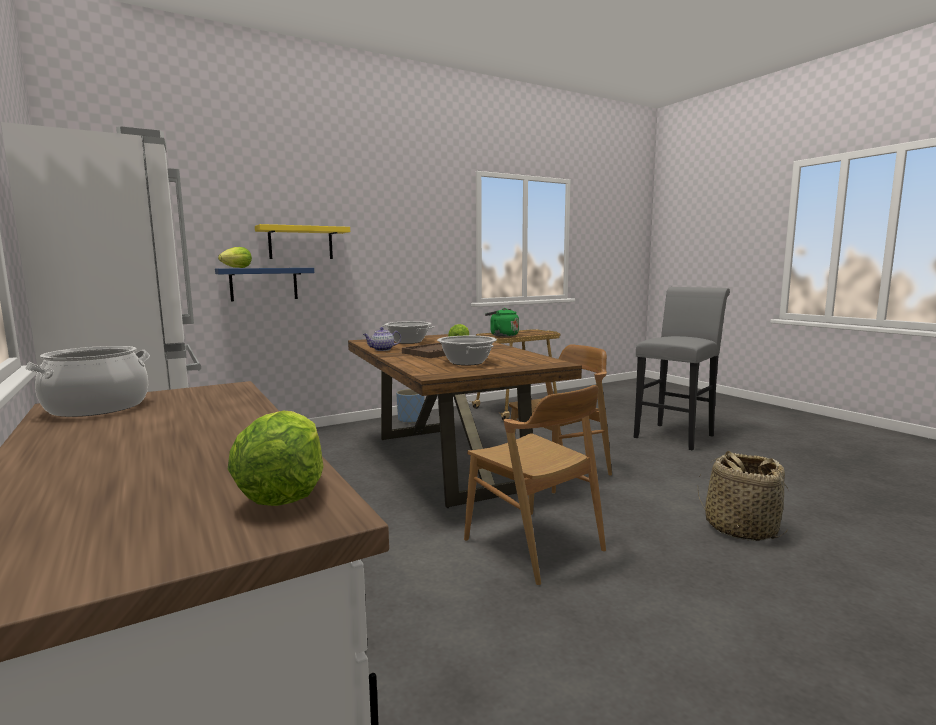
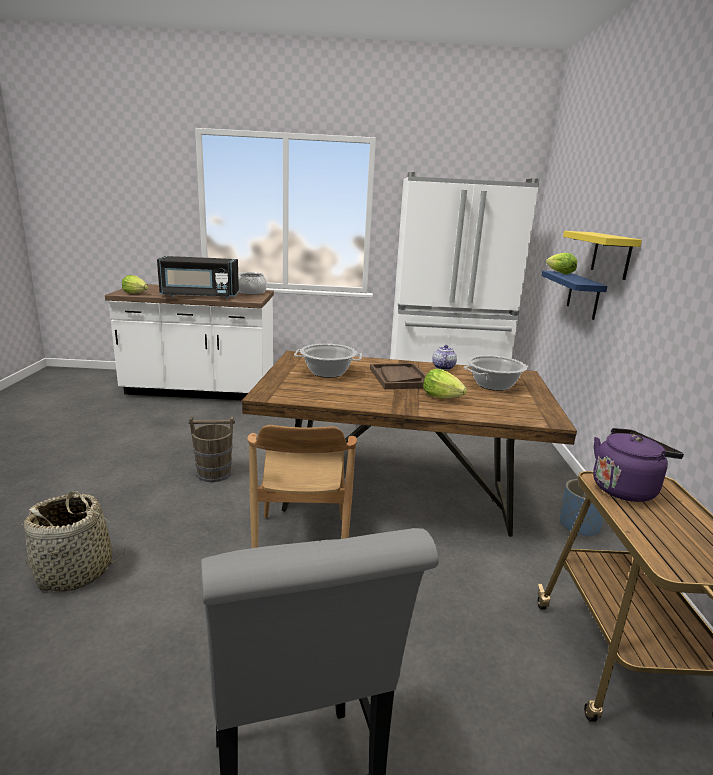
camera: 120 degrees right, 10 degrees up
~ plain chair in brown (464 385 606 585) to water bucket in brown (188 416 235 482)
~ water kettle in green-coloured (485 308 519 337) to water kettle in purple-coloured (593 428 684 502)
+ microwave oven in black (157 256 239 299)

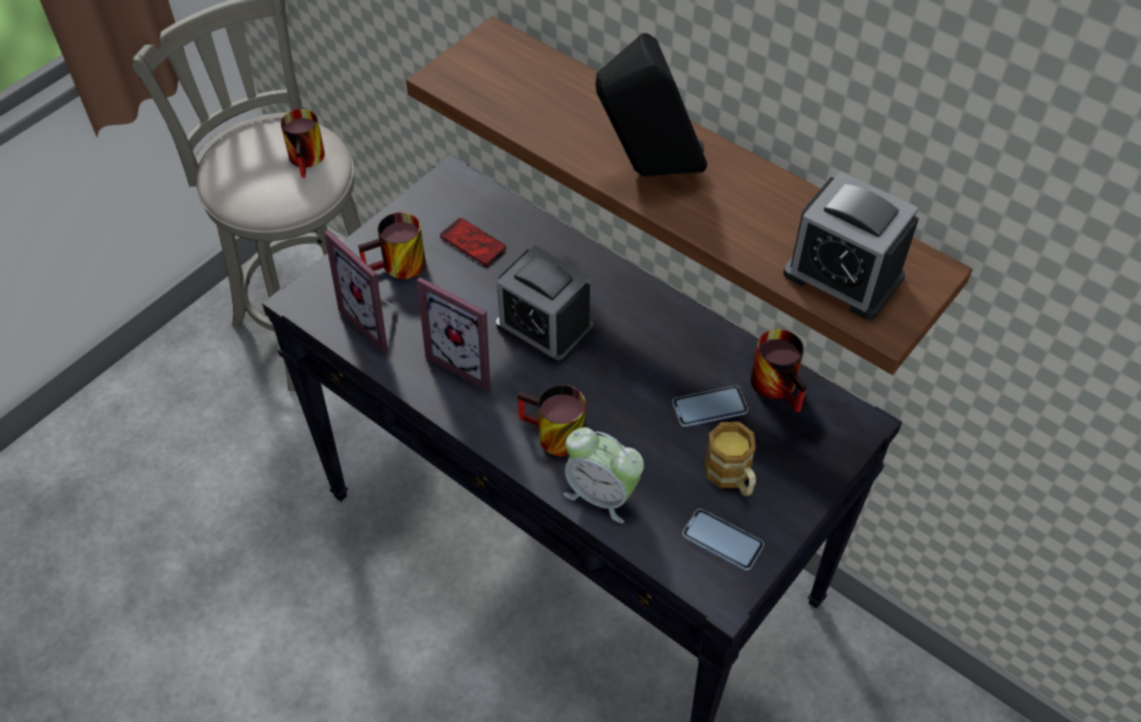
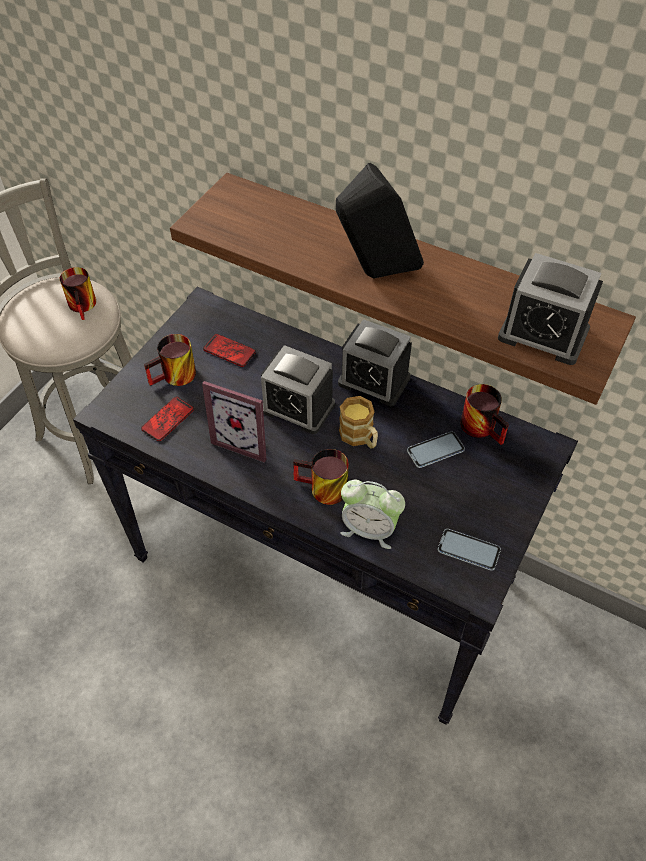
camera: 10 degrees left, 0 degrees up
~ standing frame (324 230 397 353) to handset (141 396 194 441)
~ tea mug (704 422 756 496) to (339 396 378 449)
+ alarm clock (338 319 412 406)

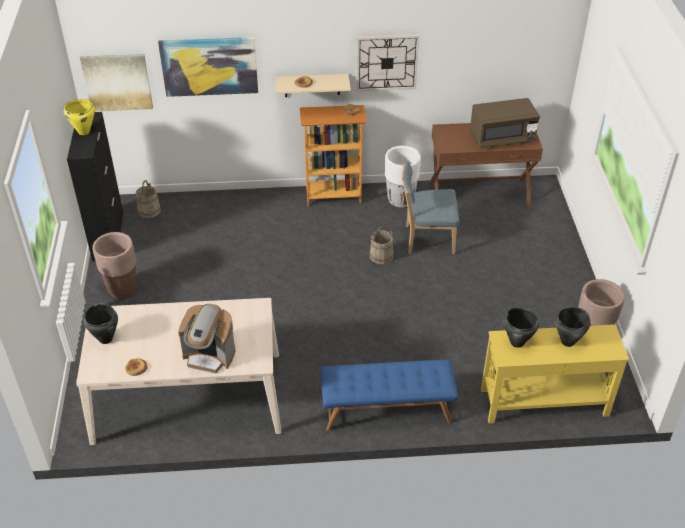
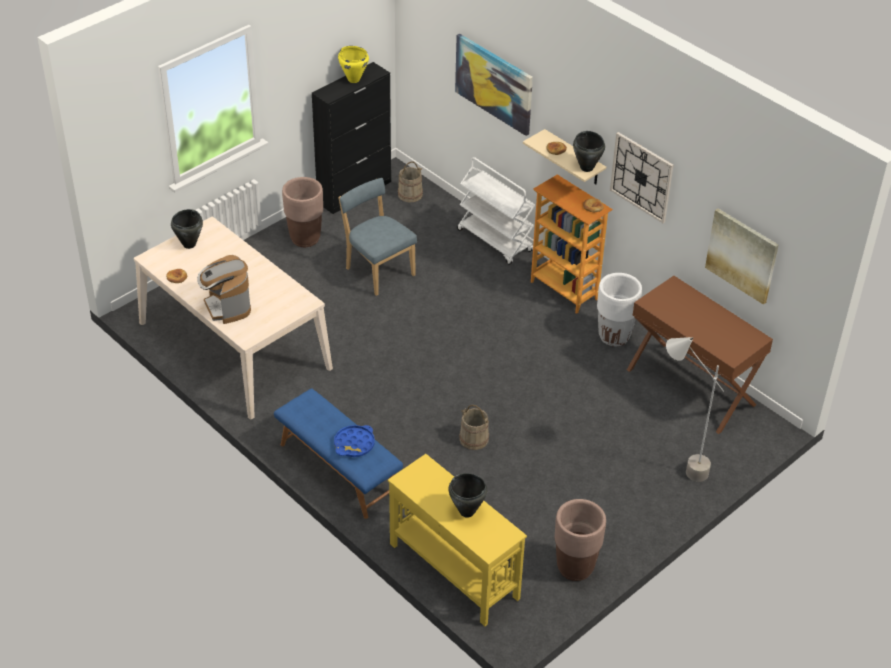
camera: 50 degrees right, 0 degrees up
~ picture (80 54 153 111) to (705 208 779 305)
~ water bucket in sand-coloured (370 226 394 264) to (459 405 489 450)
~ plain chair in blue-coloured (402 162 459 254) to (339 178 417 296)
- microwave oven in brown (470 98 540 148)
~ cooking pot in black (504 308 539 348) to (573 131 605 172)
+ serving tray in blue-coloured (334 425 375 457)
+ cart in white-coloured (457 157 535 265)
+ standard lamp in gray (666 337 724 482)

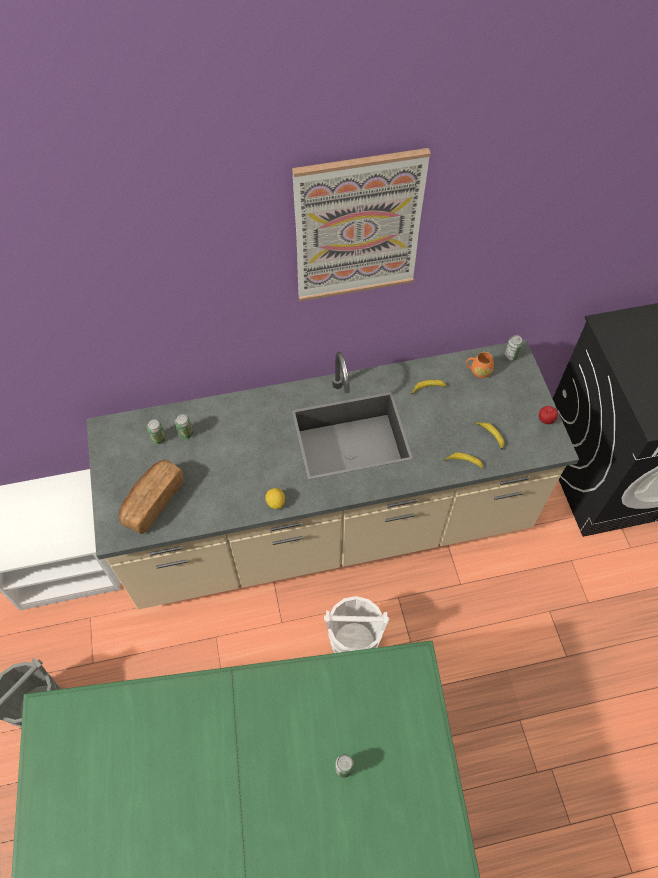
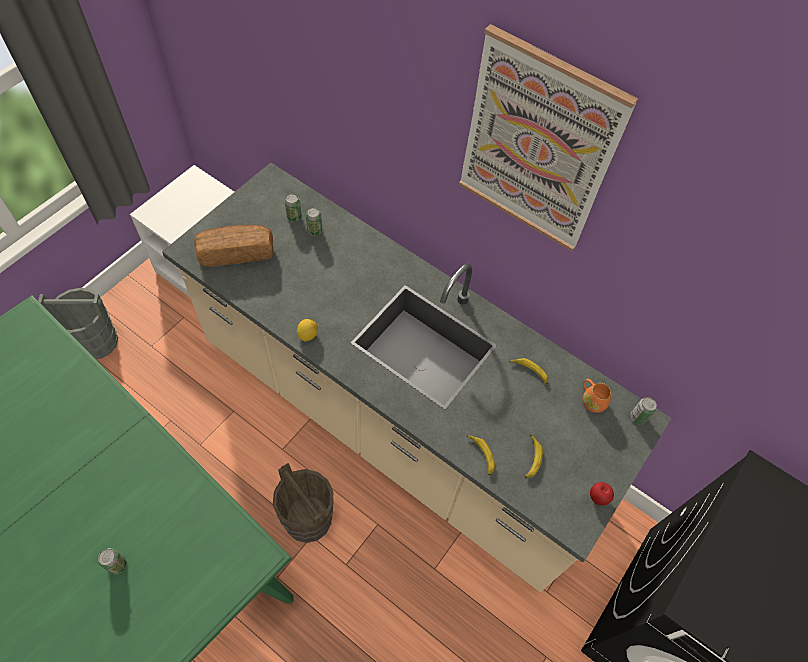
camera: 45 degrees right, 0 degrees up
~ water bucket in white-coloured (324 596 389 653) to water bucket in brown (273 463 334 543)

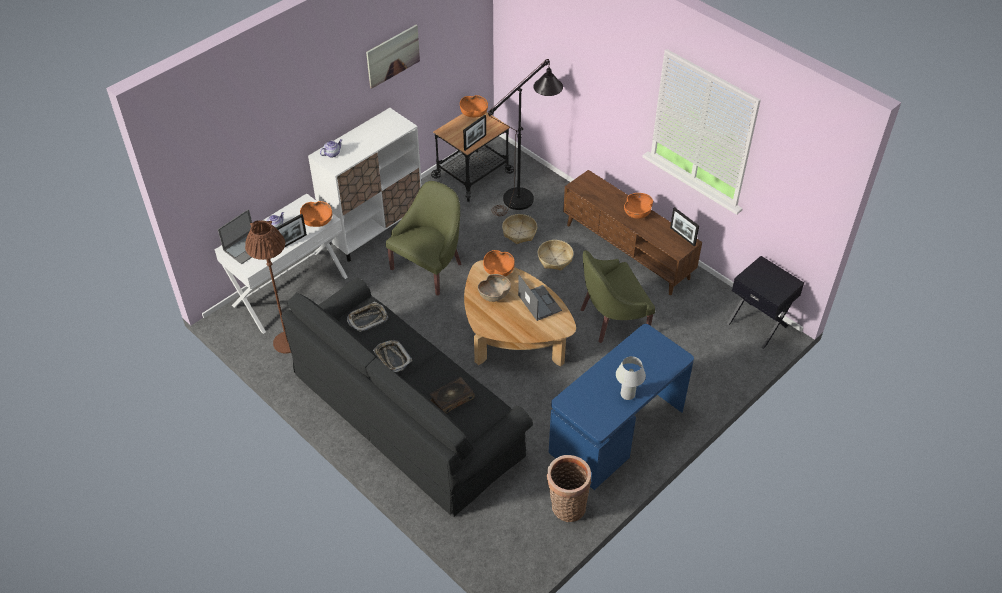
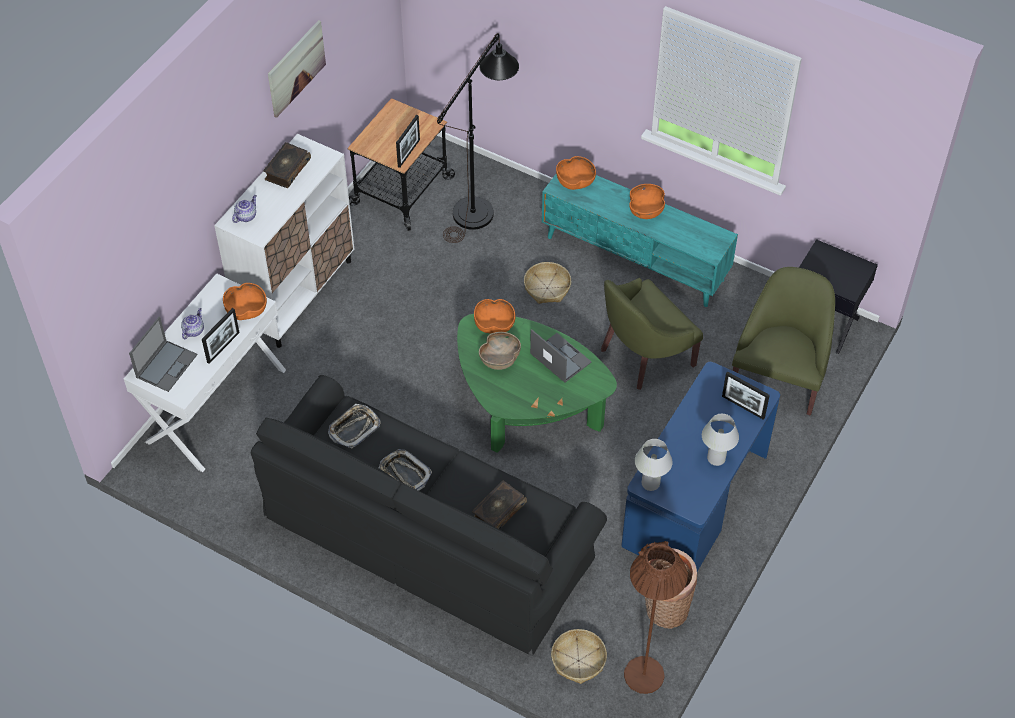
camera: 15 degrees left, 5 degrees up
~ standard lamp in brown (245 220 291 354) to (624 541 688 694)
~ easy chair in green-coloured (386 181 462 296) to (732 267 835 416)
~ bowl in orange (460 95 488 117) to (556 156 596 190)
~ low table in brown (464 260 576 367) to low table in green-coloured (457 314 617 453)
~ household basket (502 214 537 244) to (551 629 607 684)
~ tv stand in brown (563 170 702 295) to tv stand in turquoise (542 174 738 307)
~ standing frame (670 207 699 246) to (722 372 770 420)
+ bound book (264 142 311 188)
+ tabletop lamp in white-coloured (635 439 673 491)

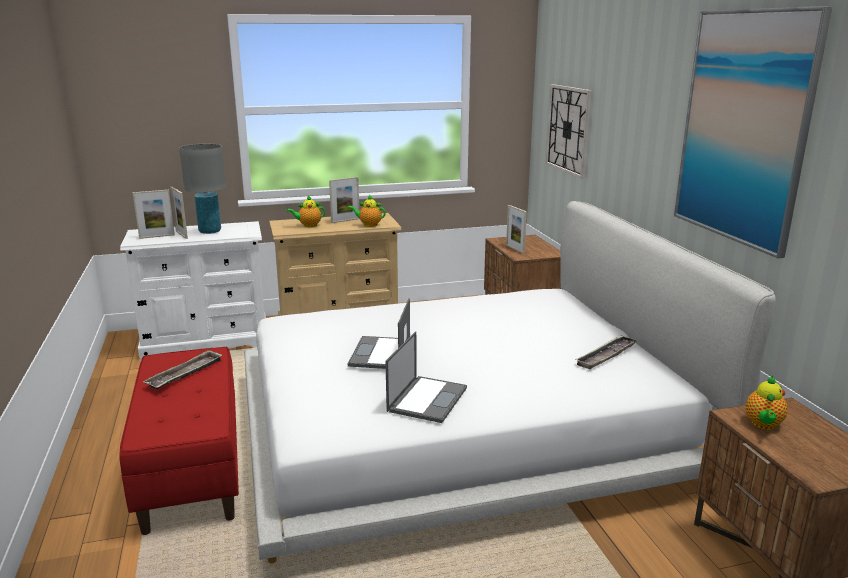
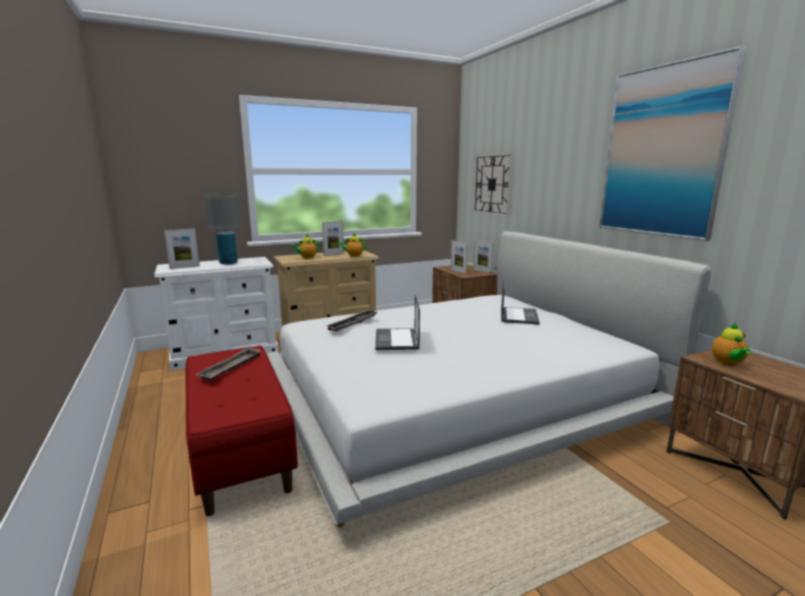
camera: 10 degrees left, 5 degrees down
~ standing frame (170 187 188 239) to (473 240 494 273)
~ laptop (385 331 467 423) to (501 278 540 325)
~ serving tray (575 335 638 369) to (326 310 377 332)

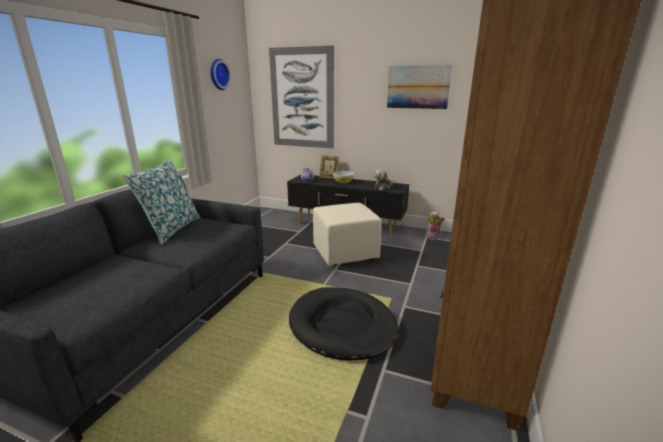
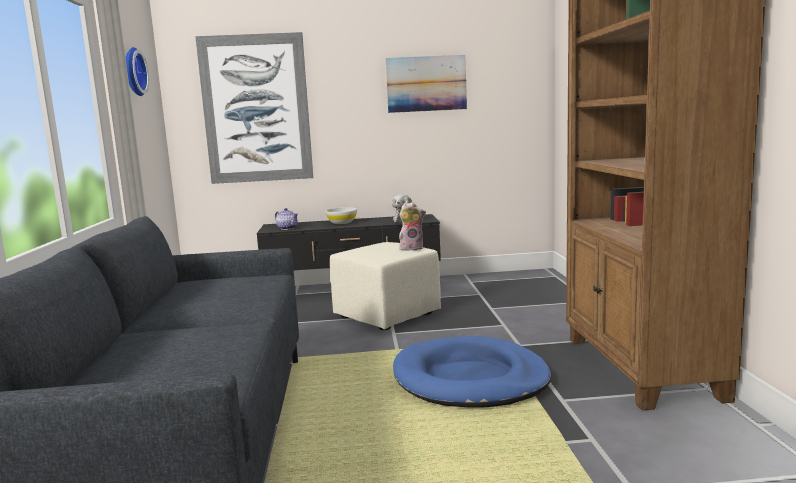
camera: 25 degrees left, 10 degrees down
- pillow (123 159 200 245)
~ pet bed in black (289 287 398 361) to pet bed in blue-coloured (393 336 551 408)
- standing frame (319 155 339 179)
~ soft toy (425 211 445 240) to (399 202 426 251)

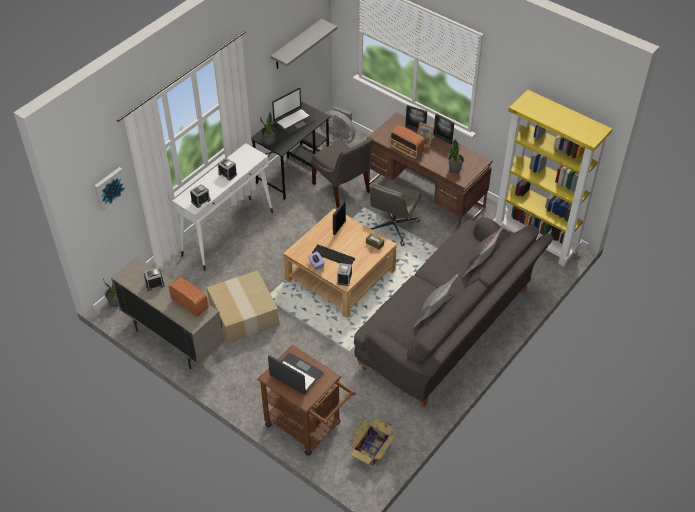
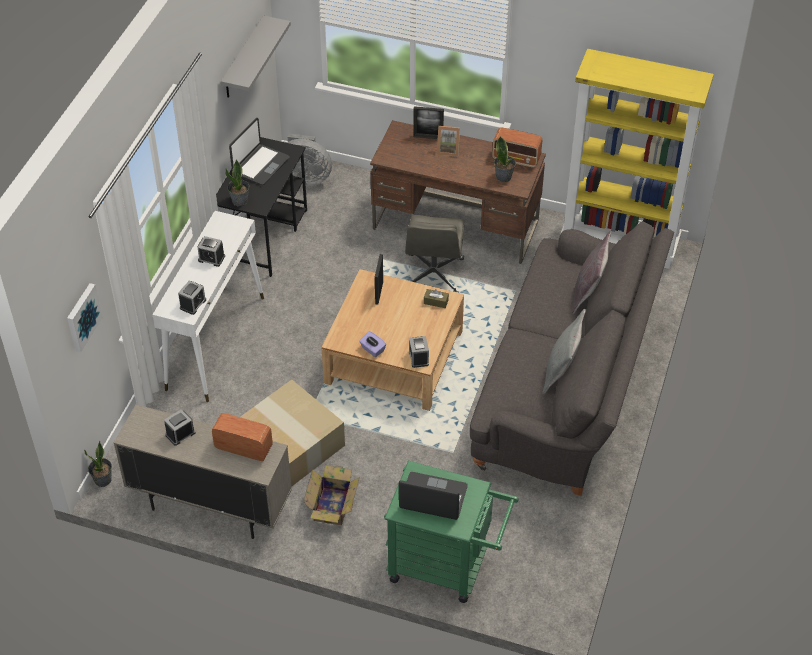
camera: 20 degrees left, 0 degrees up
~ cart in brown (257 345 356 456) to cart in green-coloured (384 461 519 603)
- plain chair in gray (311 138 373 208)
- PC keyboard (312 245 356 265)
~ packing box (350 418 396 466) to (304 465 360 525)
~ radio set (389 125 425 159) to (492 127 542 168)
- standing frame (434 113 454 144)

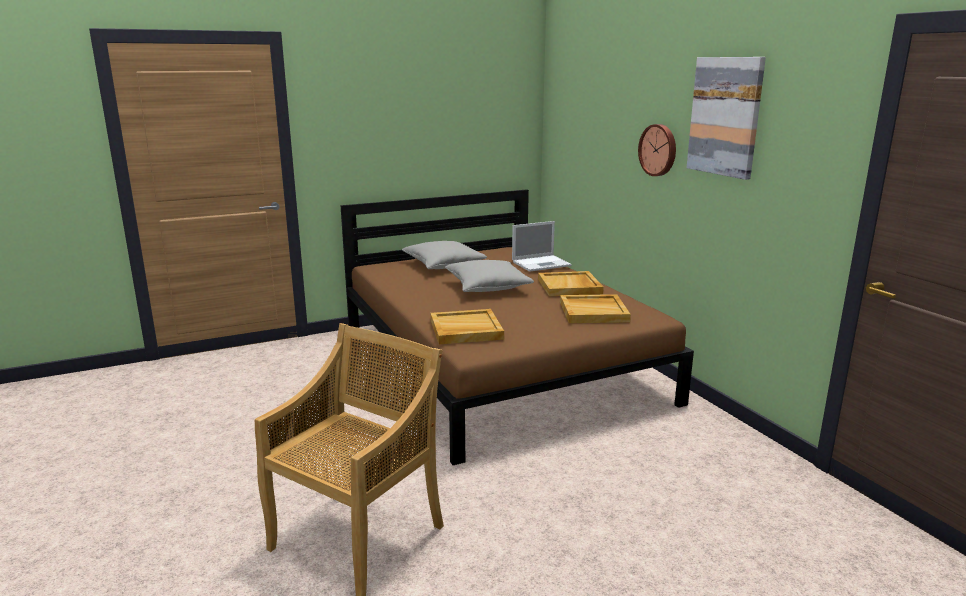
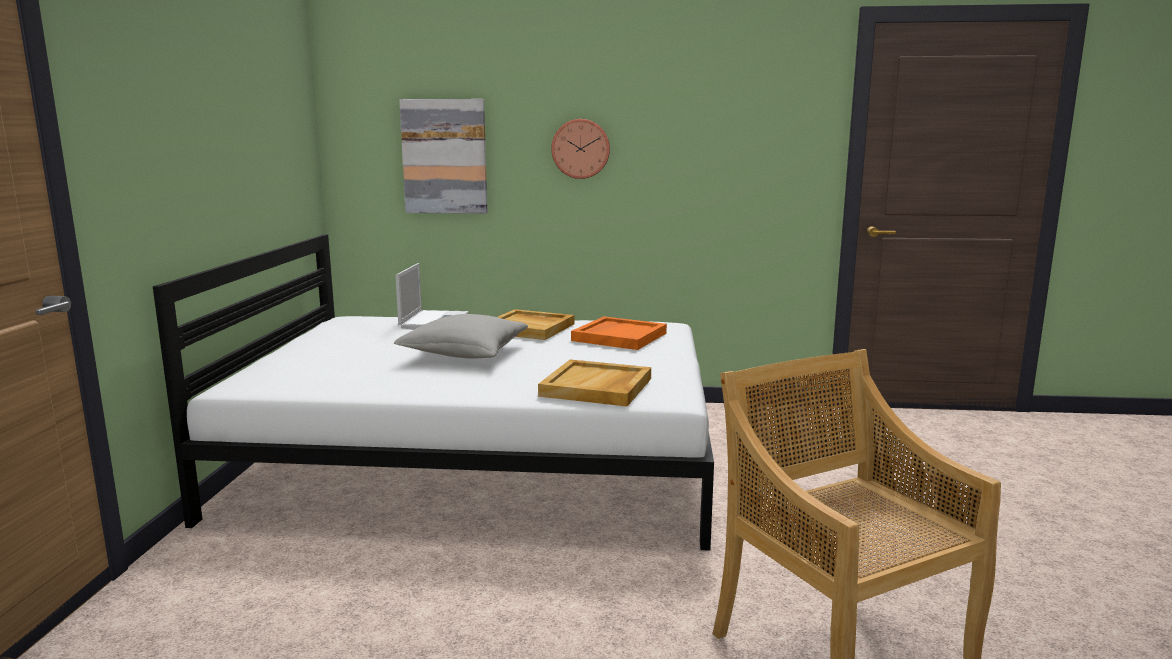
camera: 60 degrees left, 5 degrees down
~ bedroom bed in brown (340 189 694 465) to bedroom bed in white-coloured (153 234 714 551)
- pillow in gray (402 241 487 269)
~ serving tray in sand-coloured (560 294 631 323) to serving tray in orange (571 316 667 350)
~ picture (686 57 766 180) to (399 99 488 214)

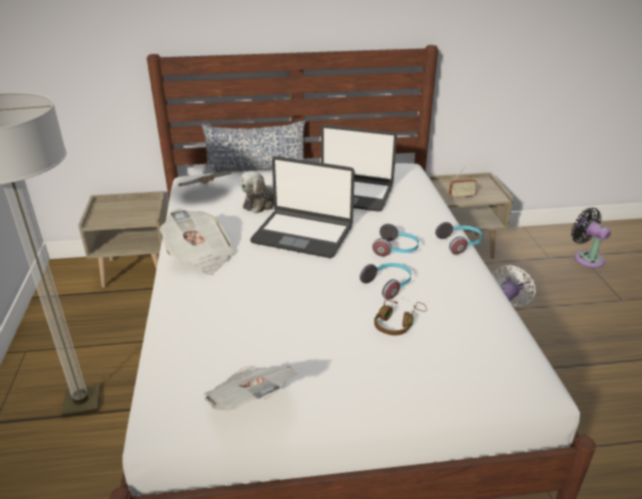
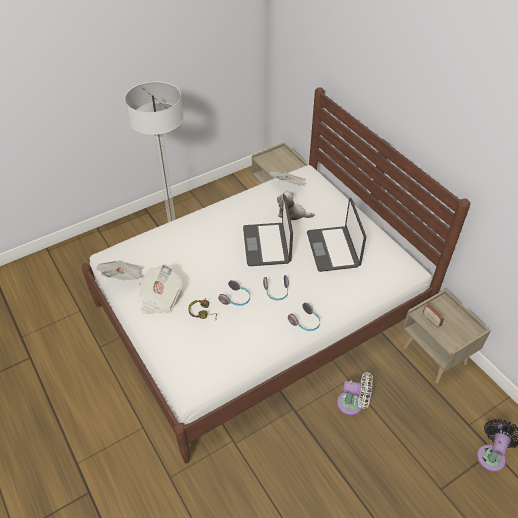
camera: 65 degrees right, 15 degrees up
~ printed paper (160 209 234 275) to (139 264 182 314)
- pillow (202 120 305 174)

